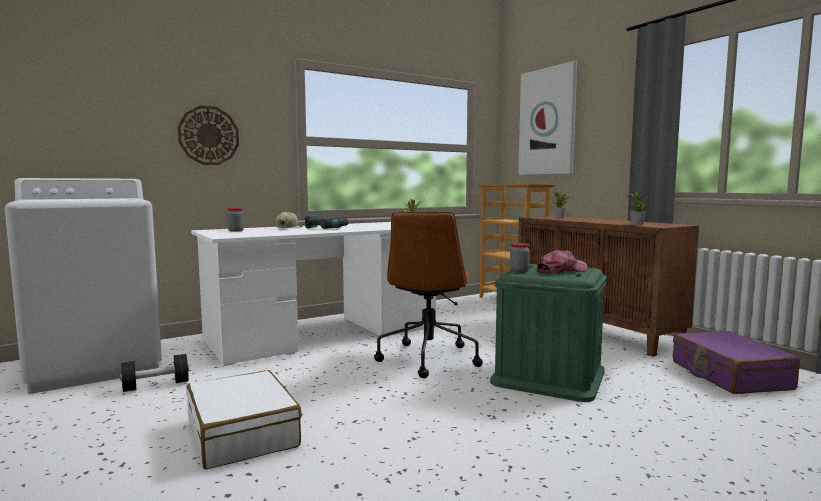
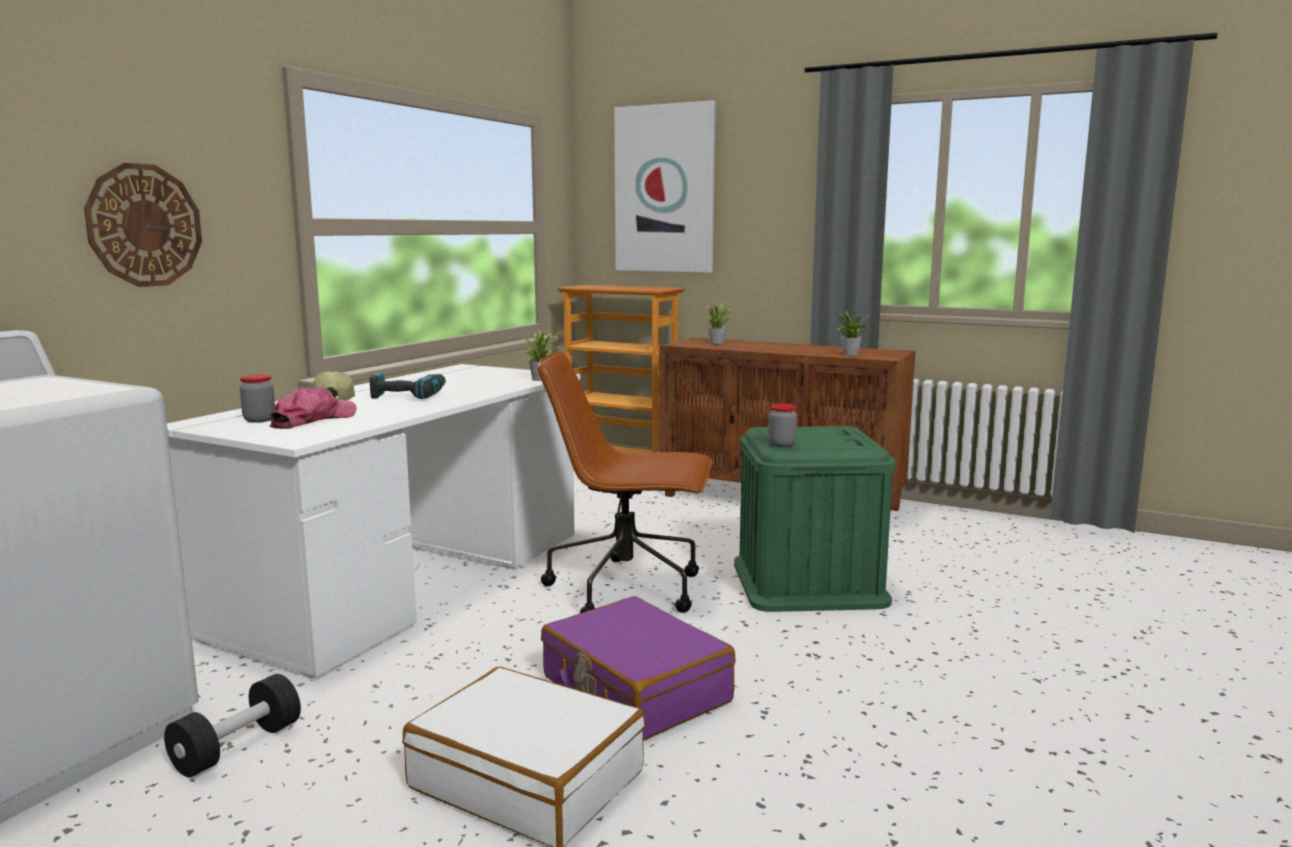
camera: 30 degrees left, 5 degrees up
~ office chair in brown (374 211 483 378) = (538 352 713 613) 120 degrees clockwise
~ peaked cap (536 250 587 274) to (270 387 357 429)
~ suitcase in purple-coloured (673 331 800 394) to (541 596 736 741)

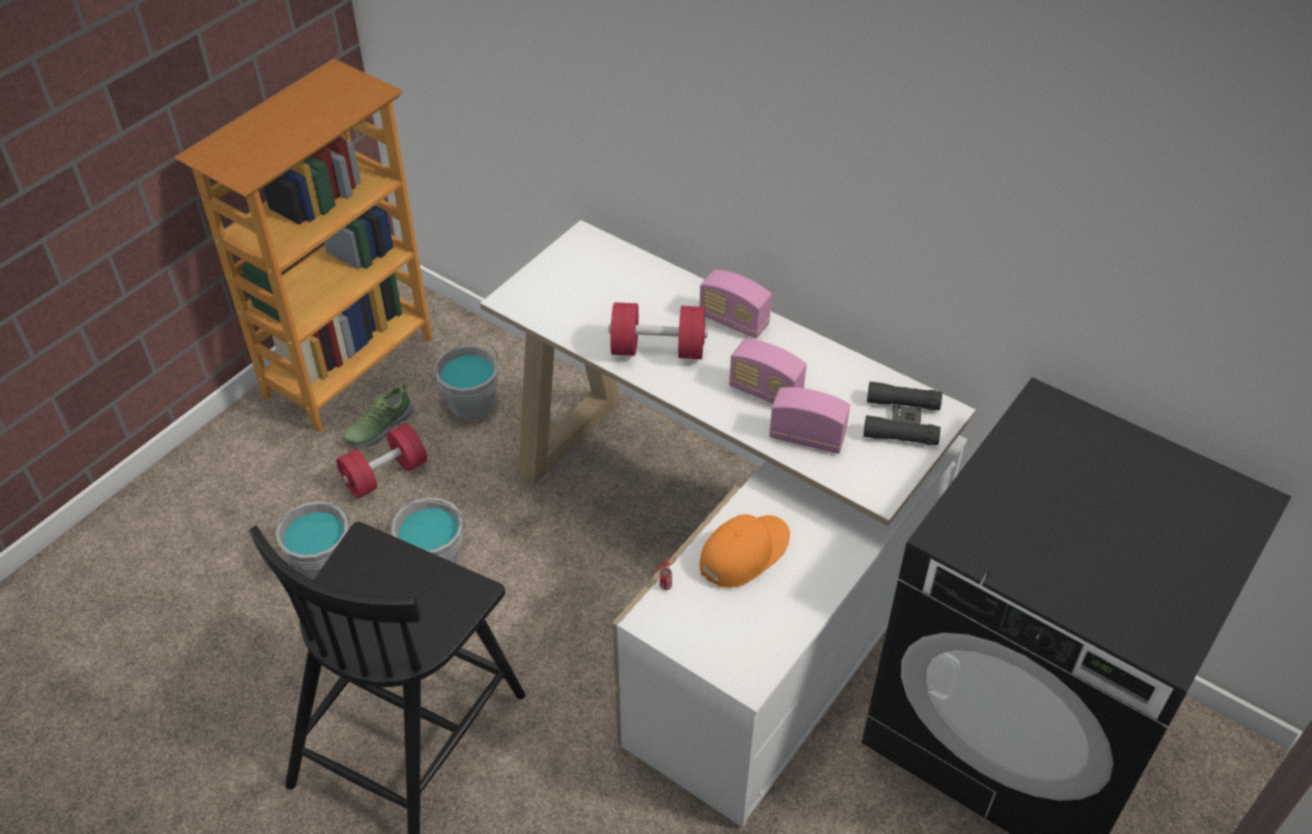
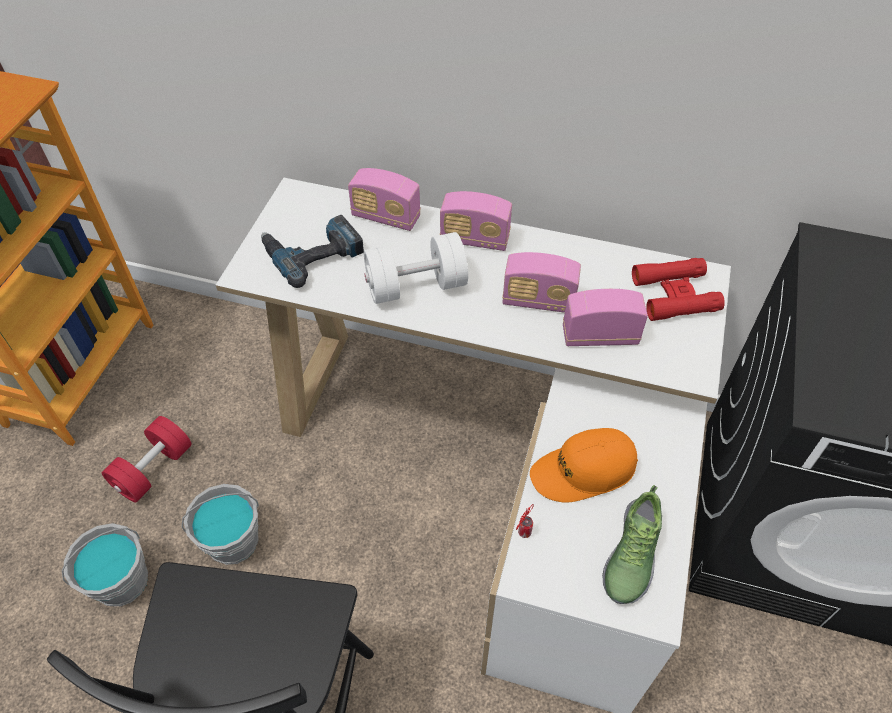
camera: 20 degrees left, 5 degrees up
~ item of footwear (343 384 414 447) to (602 485 662 604)
- water bucket in gray (434 341 499 420)
~ free weight in reddish (608 302 708 359) to free weight in white-coloured (364 232 468 304)
~ peaked cap in orange (700 514 790 588) = (530 428 638 503) 135 degrees counterclockwise
~ binoculars in black (863 381 942 445) to binoculars in reddish (632 258 725 321)
+ power drill (261 215 364 288)
+ radio set (348 168 421 231)

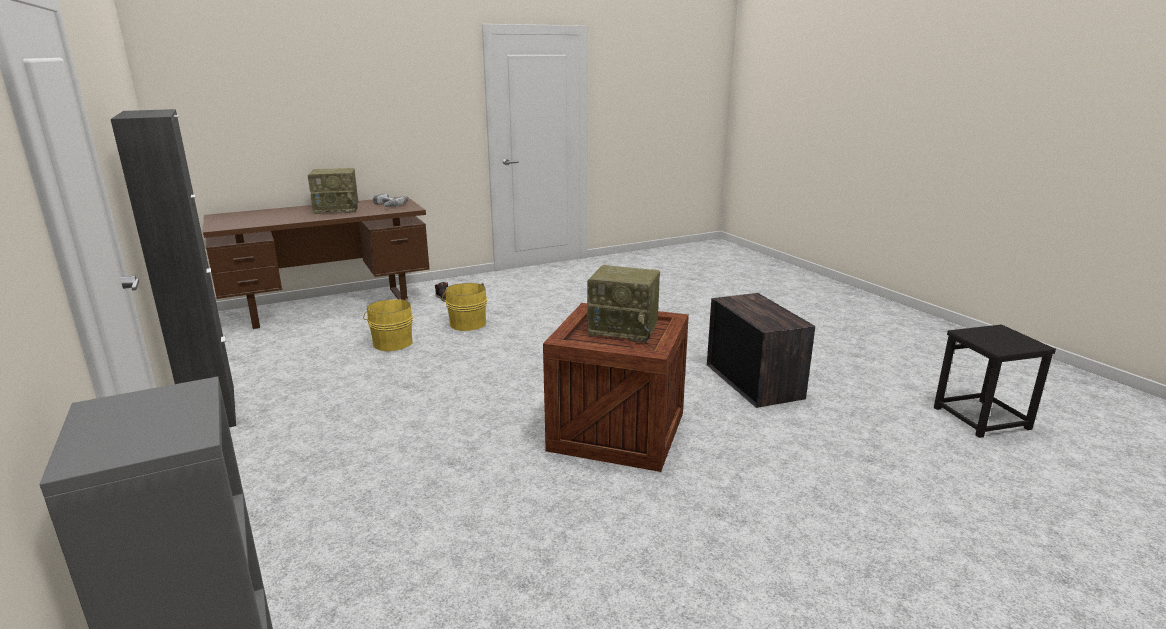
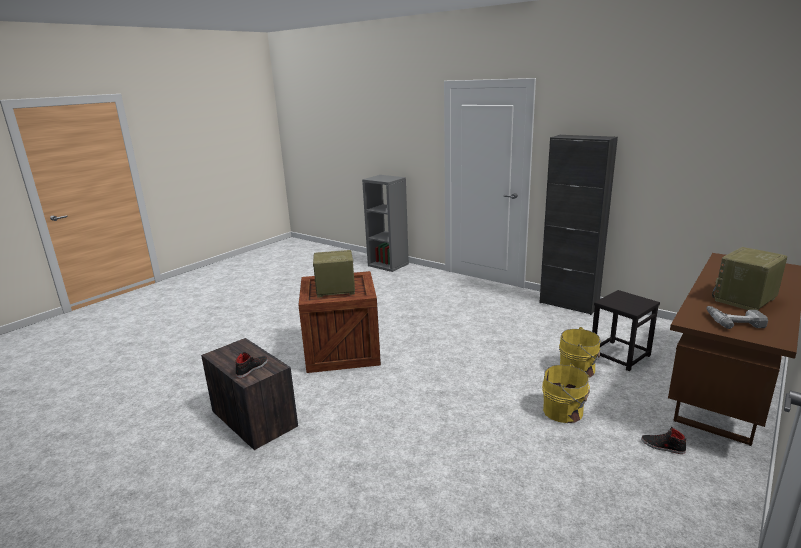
camera: 155 degrees right, 0 degrees up
~ stool seat in black (934 324 1056 438) to (592 290 660 371)
+ item of footwear in black (235 352 268 378)

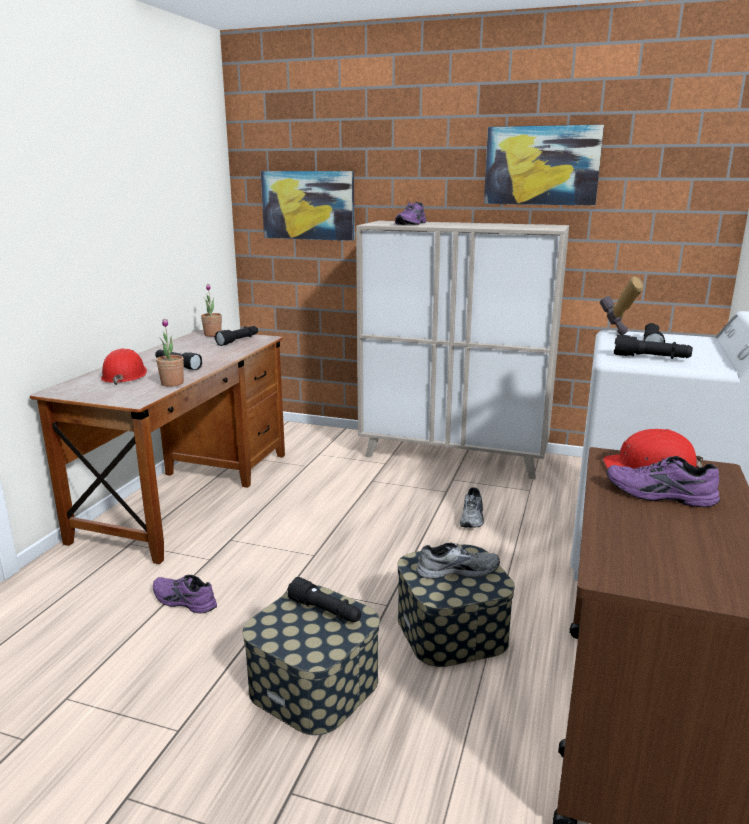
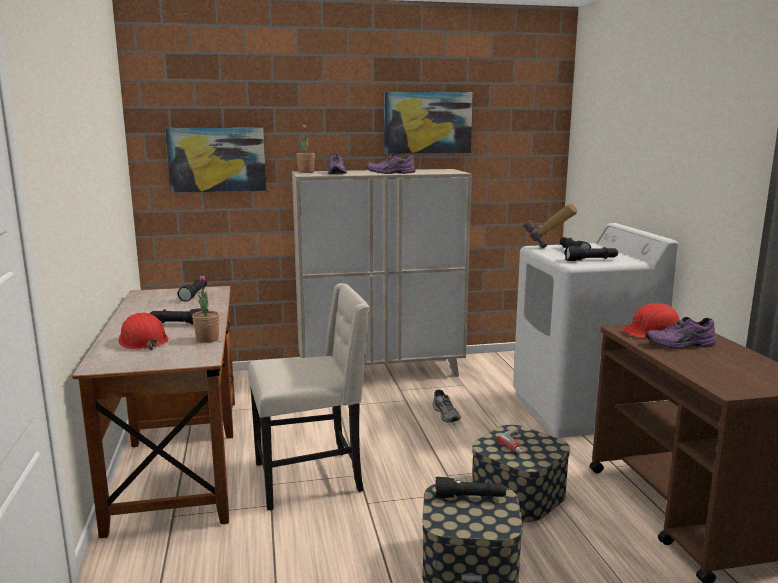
camera: 30 degrees left, 5 degrees down
~ item of footwear in purple-coloured (153 575 217 614) to (366 154 416 174)
~ plant in a pot (201 284 222 337) to (297 125 315 173)
~ item of footwear in gray (416 543 500 579) to power drill (497 426 523 453)
+ plain chair in sand-coloured (248 283 370 510)

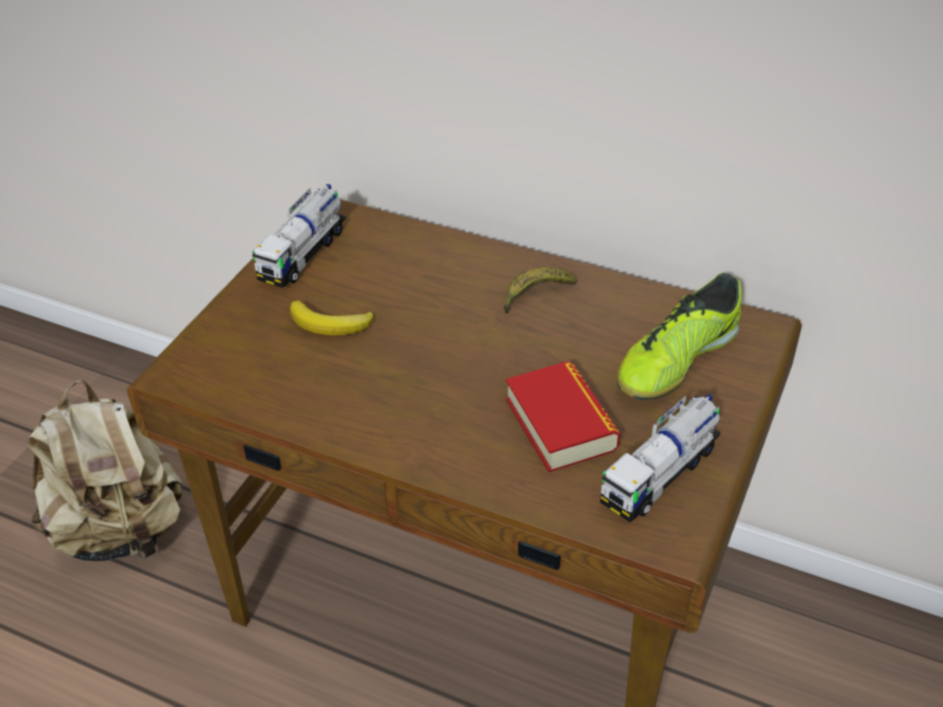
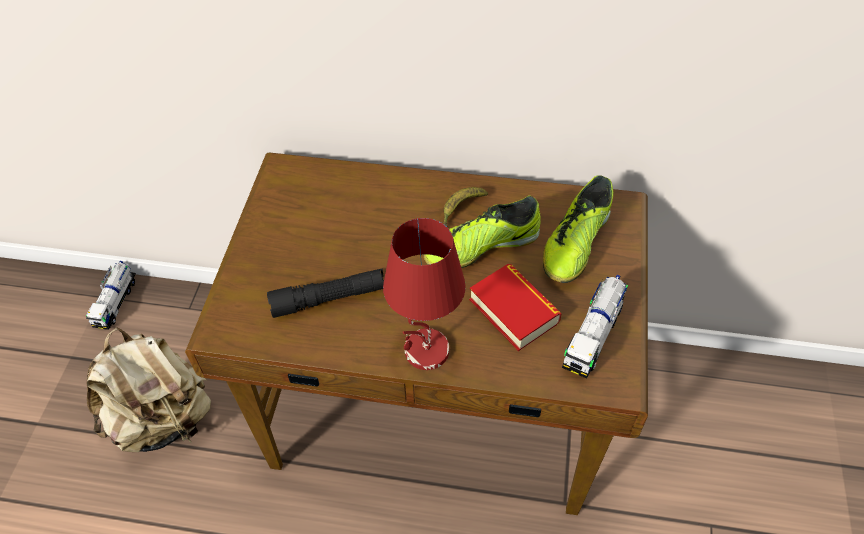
camera: 15 degrees left, 10 degrees up
~ toy lorry (252 184 346 288) to (86 261 136 330)
- whole banana (290 300 374 335)
+ torch in black (267 269 384 318)
+ tabletop lamp in reddish (383 218 466 370)
+ item of footwear (423 195 541 268)

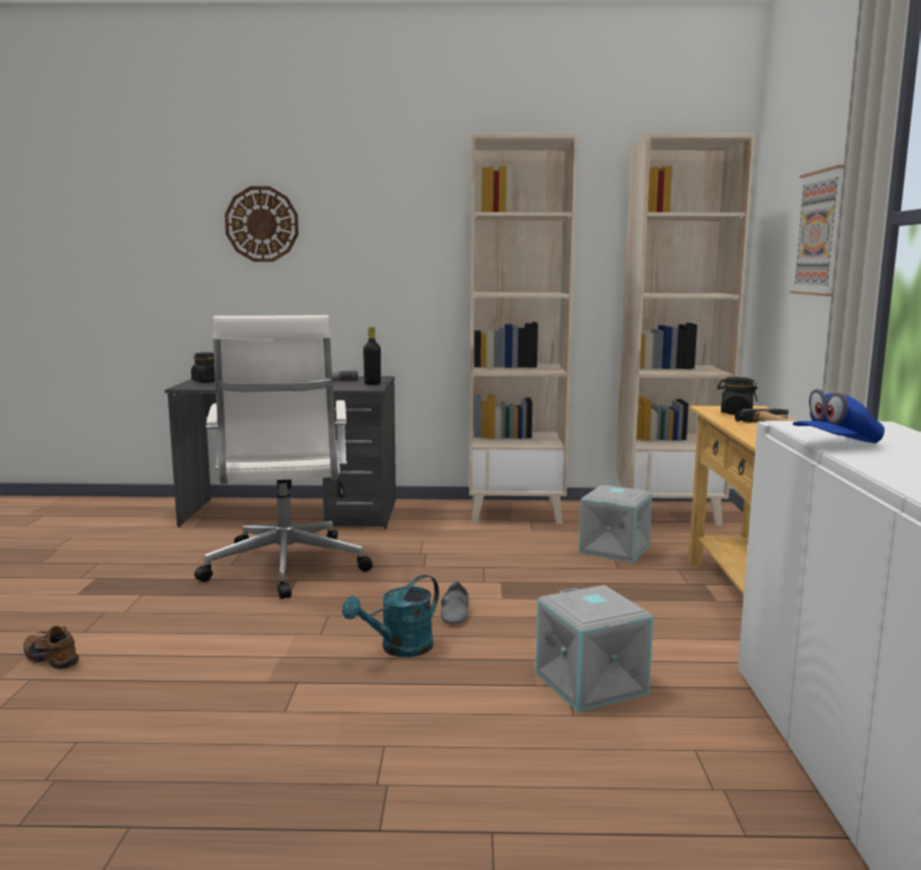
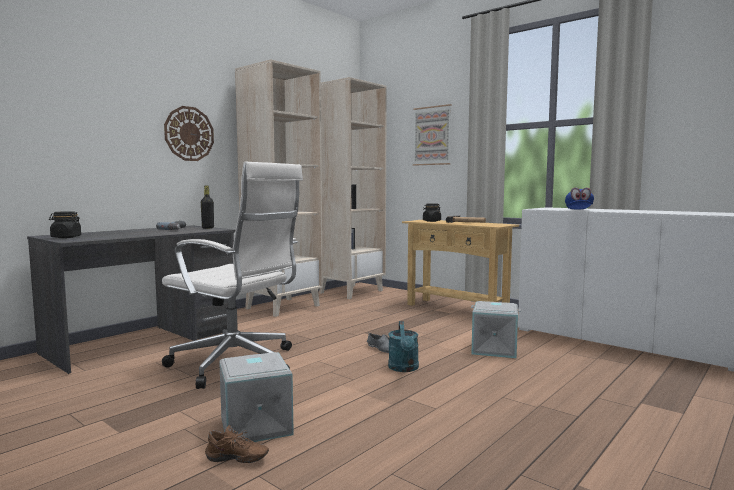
camera: 50 degrees left, 5 degrees down
~ item of footwear in brown (23 626 79 669) = (205 425 269 463) 150 degrees counterclockwise
~ hanging clock (225 186 299 262) to (164 106 214 161)
~ storage box in gray (579 485 652 563) to (219 352 294 442)

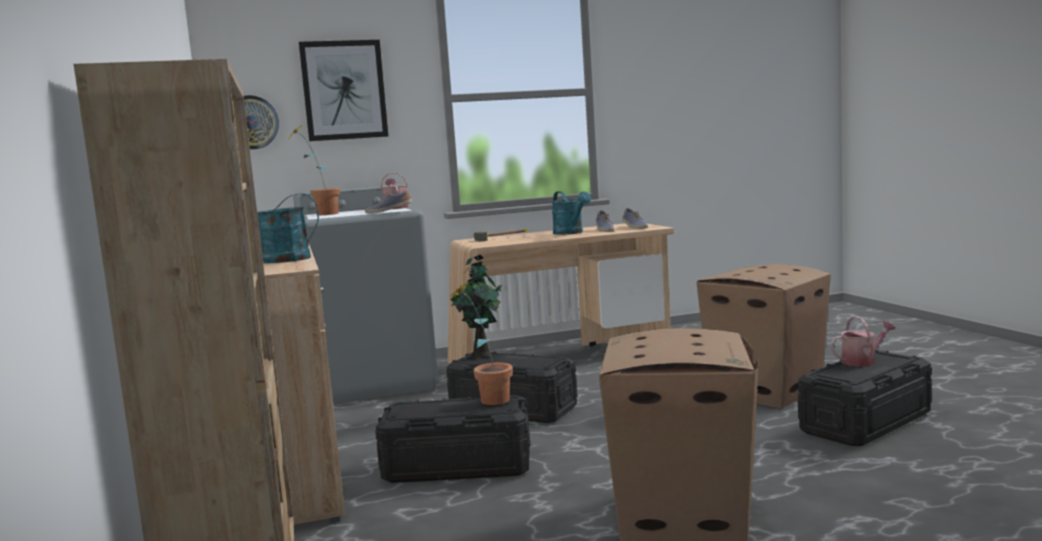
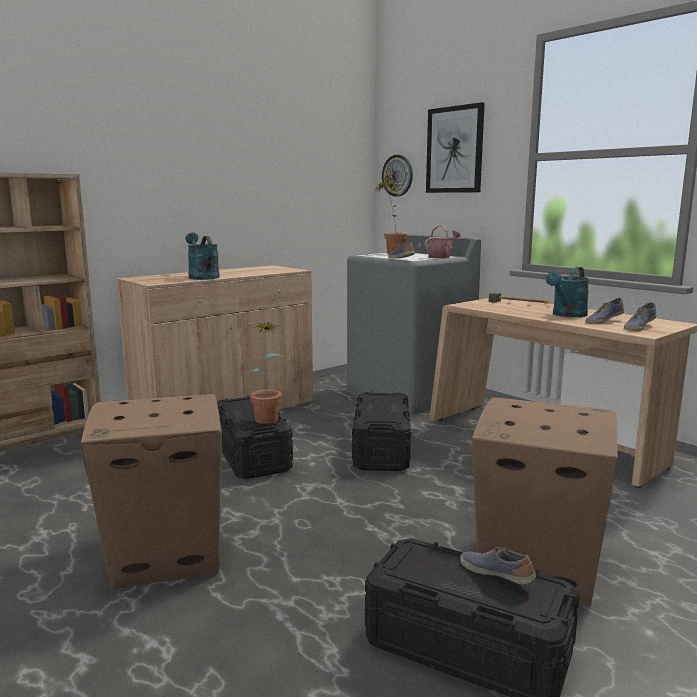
camera: 65 degrees right, 5 degrees up
- plant in a pot (451 255 502 358)
~ sprinkling can (830 316 896 366) to item of footwear (460 546 536 584)

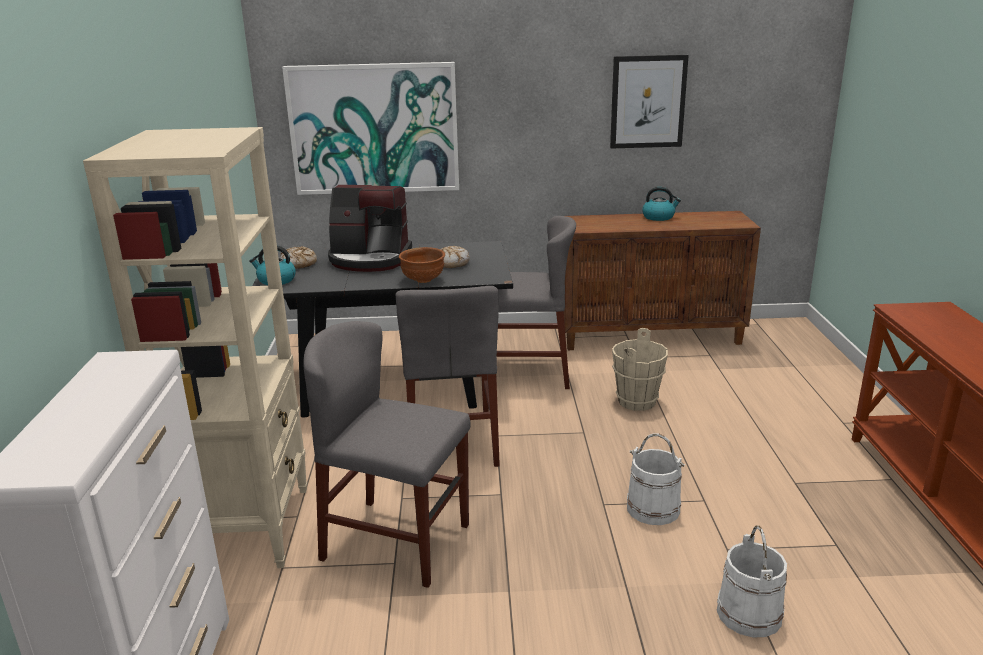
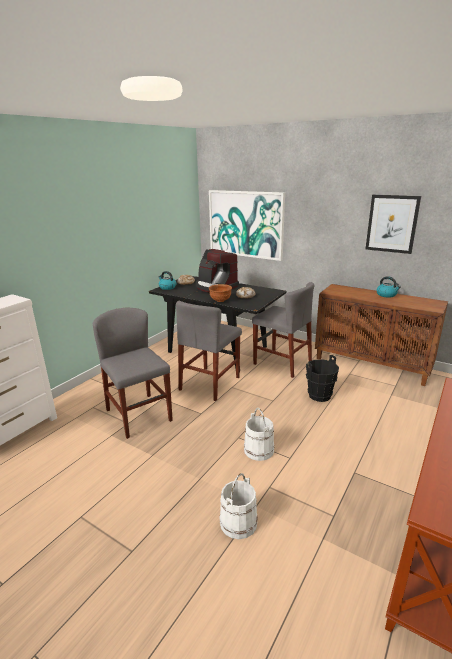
camera: 35 degrees right, 0 degrees up
- bookshelf in sand-coloured (83 127 307 568)
~ water bucket in sand-coloured (612 328 668 411) to water bucket in black (306 355 339 402)

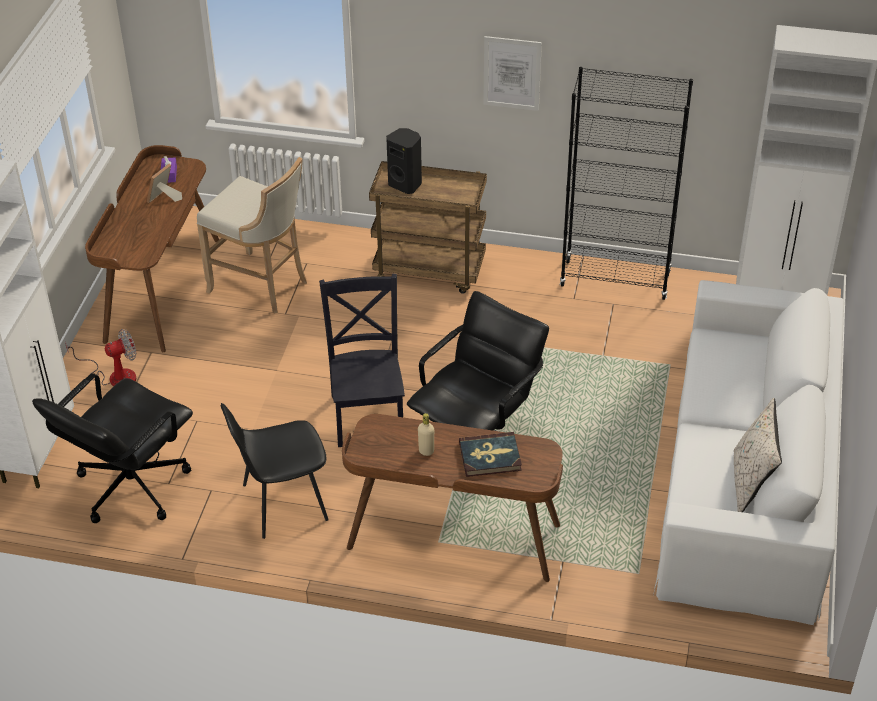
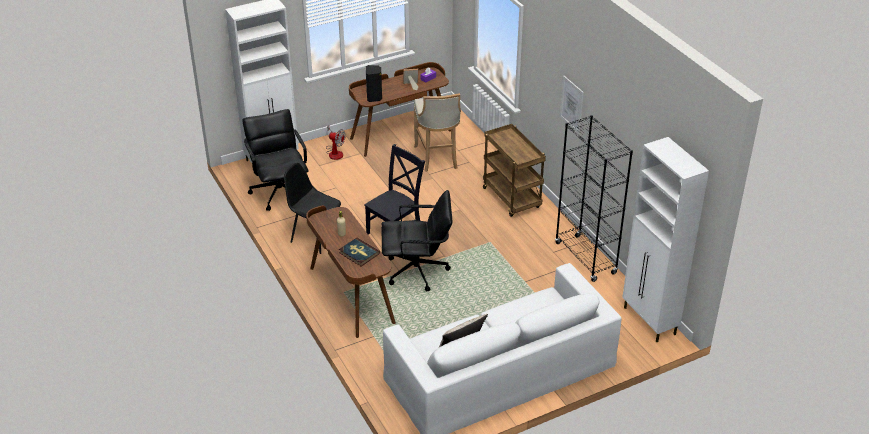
camera: 50 degrees right, 5 degrees down
~ office chair in black (32 373 193 523) = (242 109 308 211) 75 degrees clockwise
~ loudspeaker in black (386 128 422 194) to (366 65 382 102)

